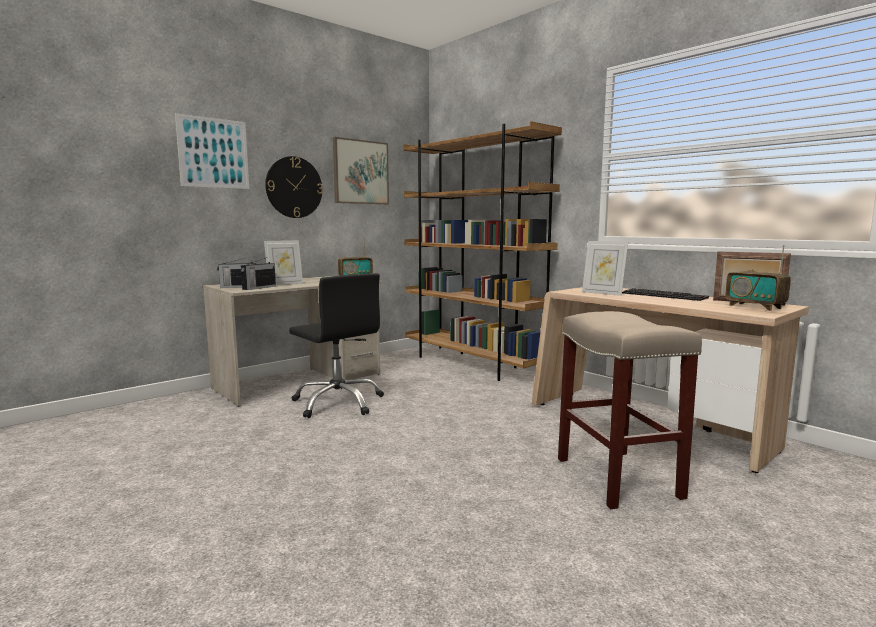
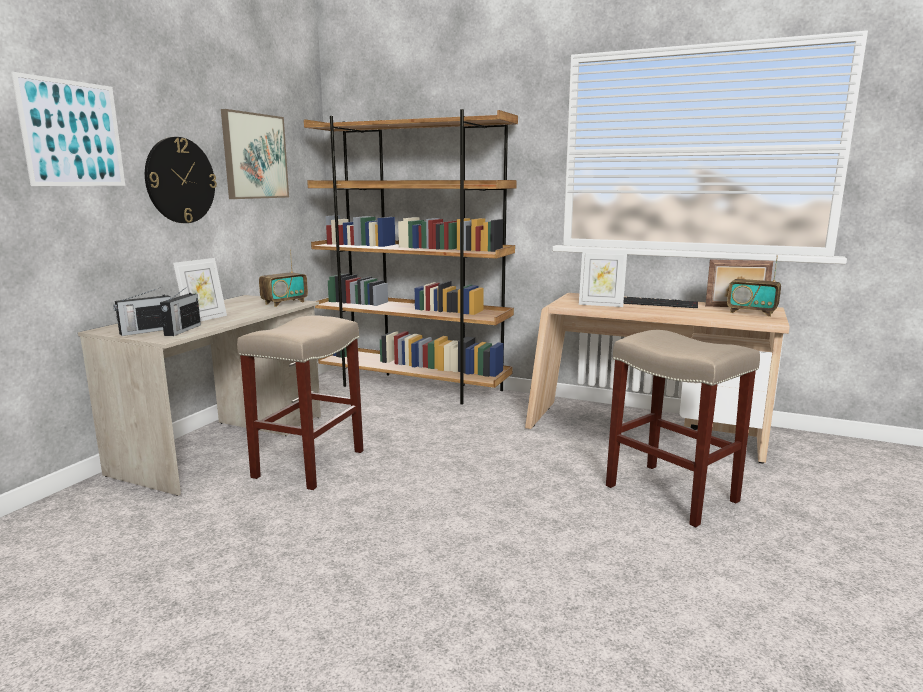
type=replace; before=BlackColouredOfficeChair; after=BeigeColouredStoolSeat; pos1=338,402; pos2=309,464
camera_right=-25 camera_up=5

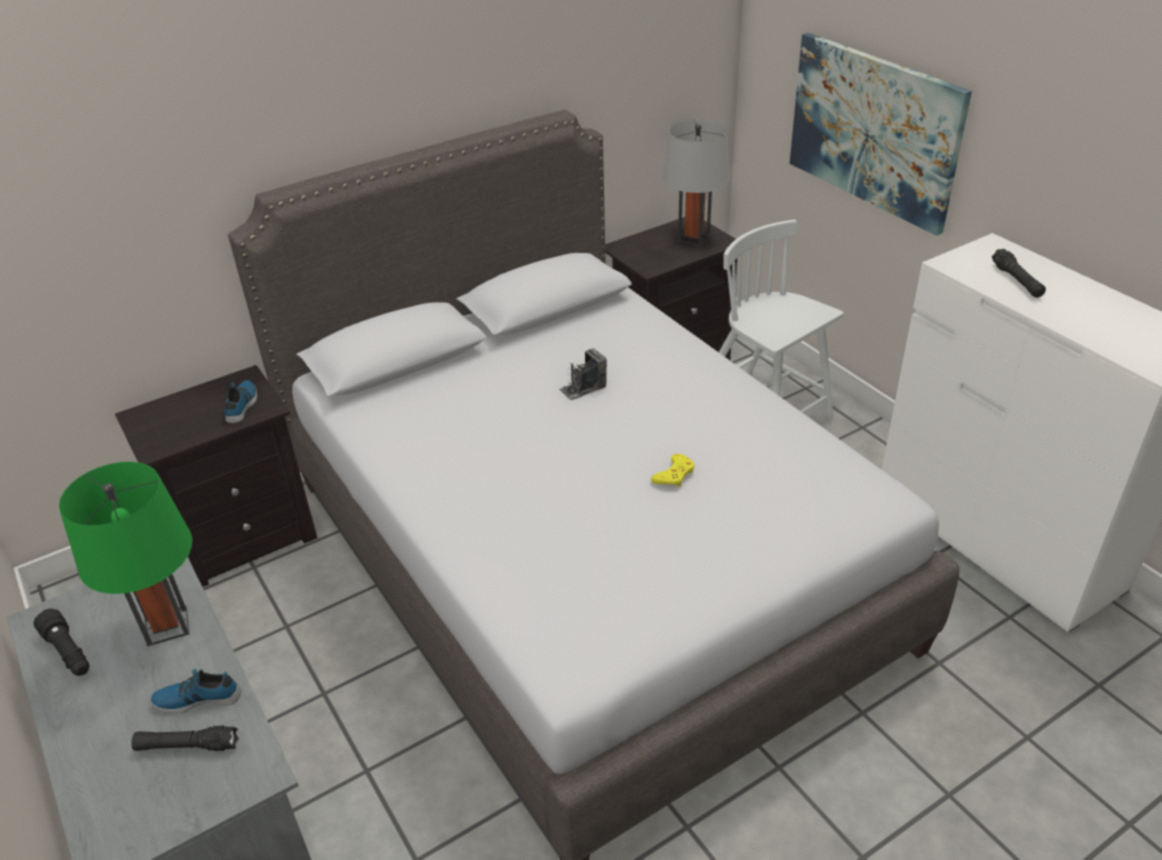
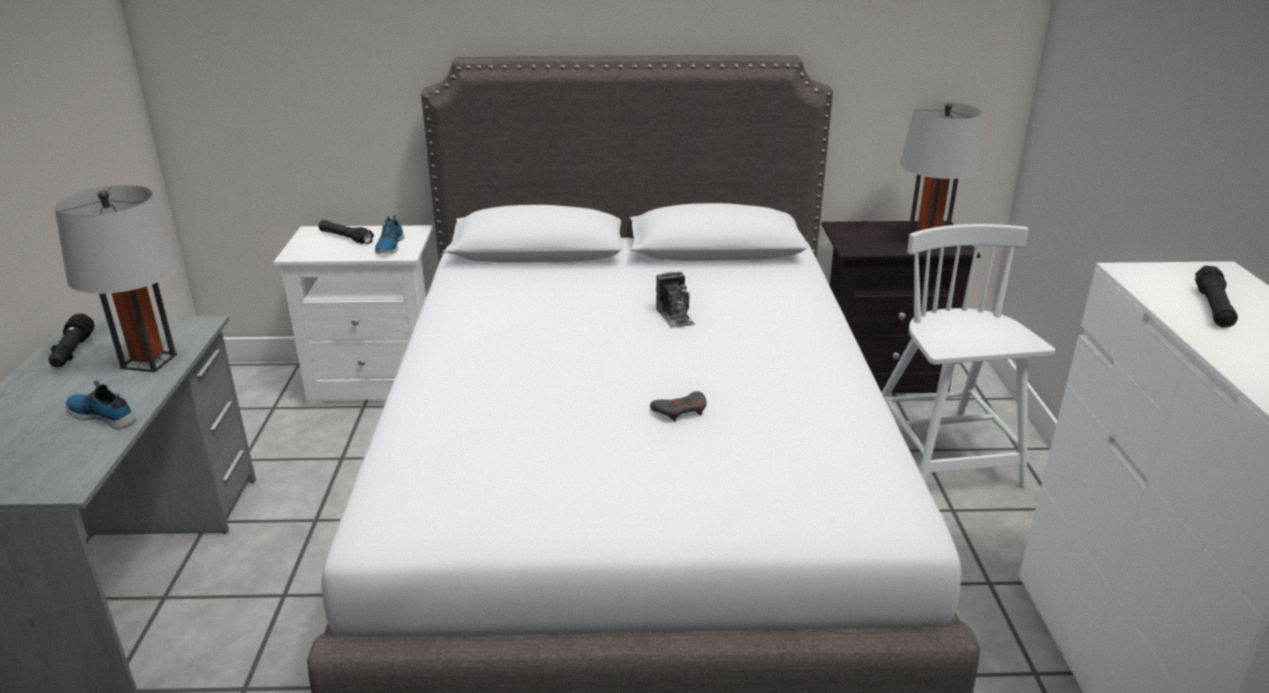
type=delete; before=Picture; pos1=873,130
type=move; before=BlackColouredHandTorch; pos1=187,746; pos2=346,238
type=recolor; before=GreenishTabletopLamp; after=GreyTabletopLamp; pos1=167,626; pos2=148,361
type=recolor; before=BlackColouredBedsideTable; after=WhiteBedsideTable; pos1=244,538; pos2=378,384
type=recolor; before=YellowColouredJoypad; after=GreyJoypad; pos1=674,475; pos2=681,410
type=rotate; before=Shoe; pos1=242,405; pos2=389,246; turn=150
type=rotate; before=StillCamera; pos1=583,388; pos2=675,316; turn=-105
camera_right=30 camera_up=-10

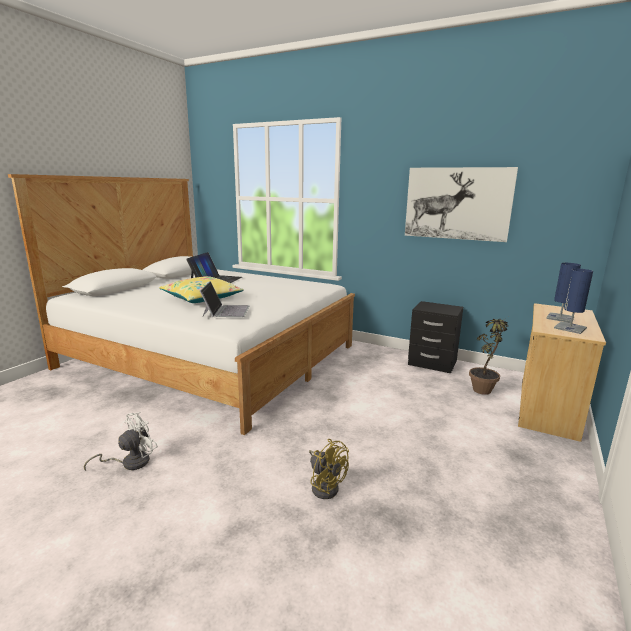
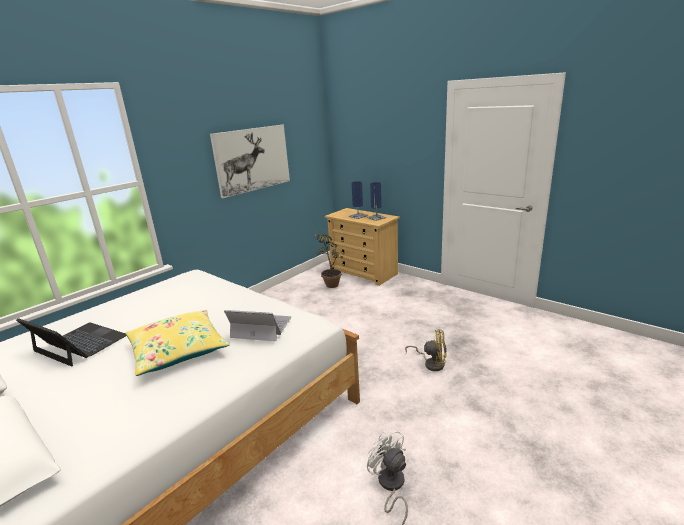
type=delete; before=BlackColouredBedsideTable; pos1=432,363
type=rotate; before=YellowColouredFan; pos1=325,485; pos2=431,363; turn=45
camera_right=-75 camera_up=5

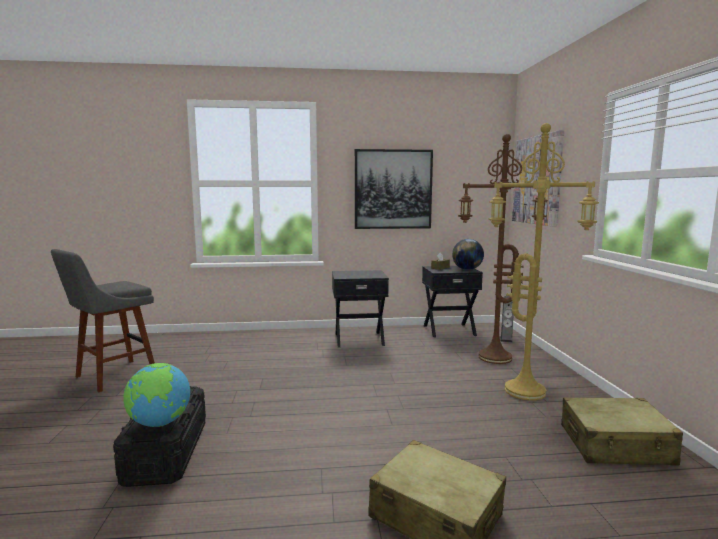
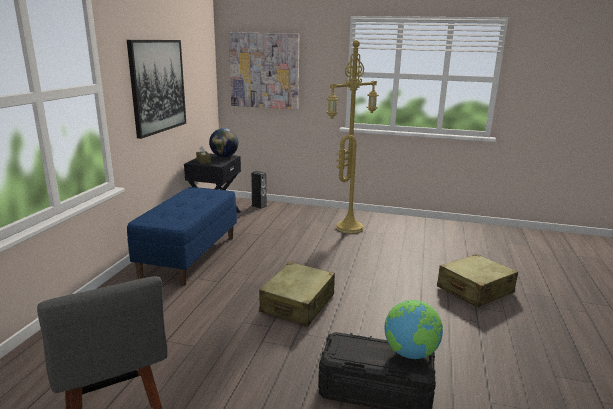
type=delete; before=BrownFloorLamp; pos1=494,358
type=move; before=BeigeColouredPieceOfLuggage; pos1=615,445; pos2=298,303
type=replace; before=BlackColouredBedsideTable; after=BlueLongSeat; pos1=359,339; pos2=189,255
camera_right=-70 camera_up=10

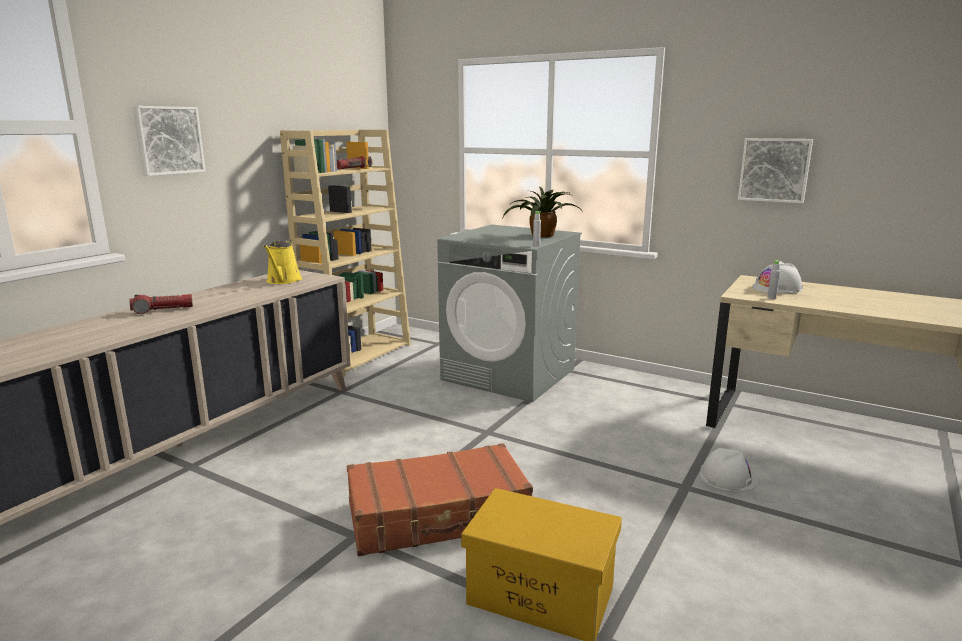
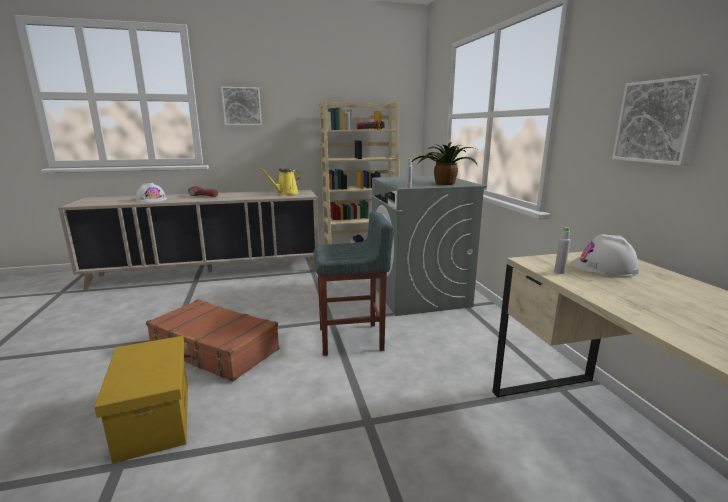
type=insert; after=GreyStoolSeat; pos2=352,339
type=move; before=WhiteHardHat; pos1=728,478; pos2=152,199
camera_right=45 camera_up=0

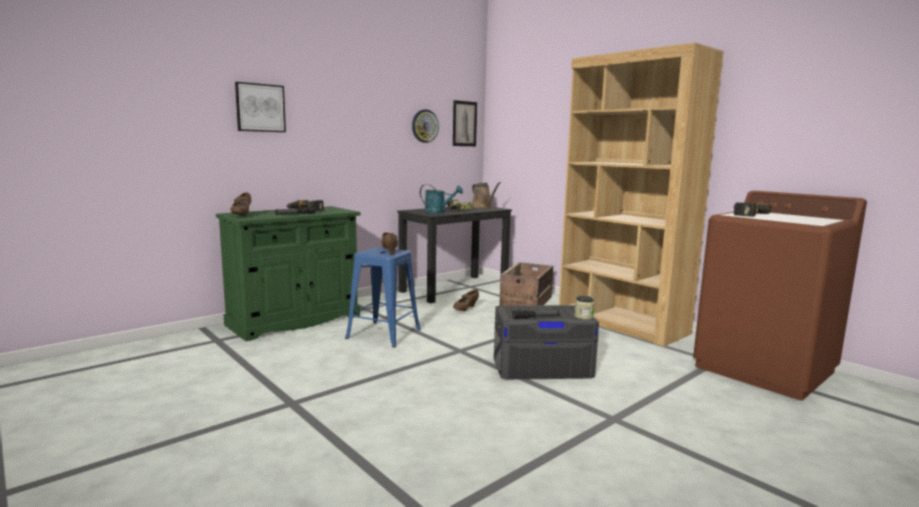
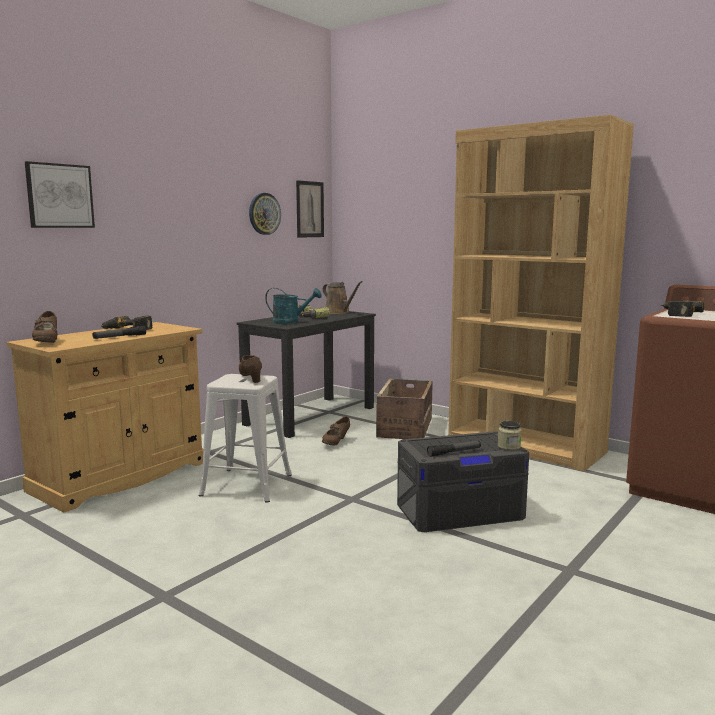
type=recolor; before=GreenishCabinet; after=BeigeColouredCabinet; pos1=294,320; pos2=120,476
type=recolor; before=BlueStoolSeat; after=WhiteStoolSeat; pos1=383,334; pos2=246,485
camera_right=-10 camera_up=0

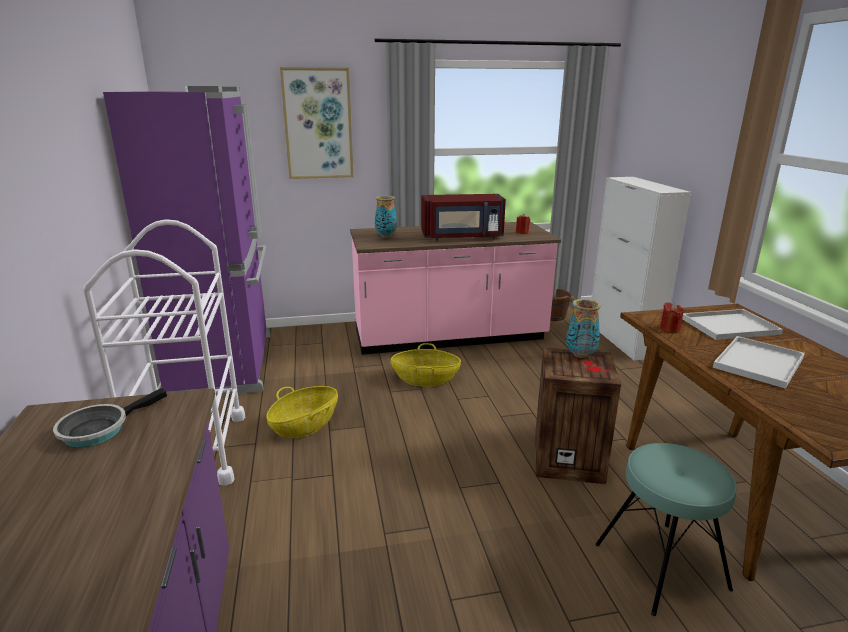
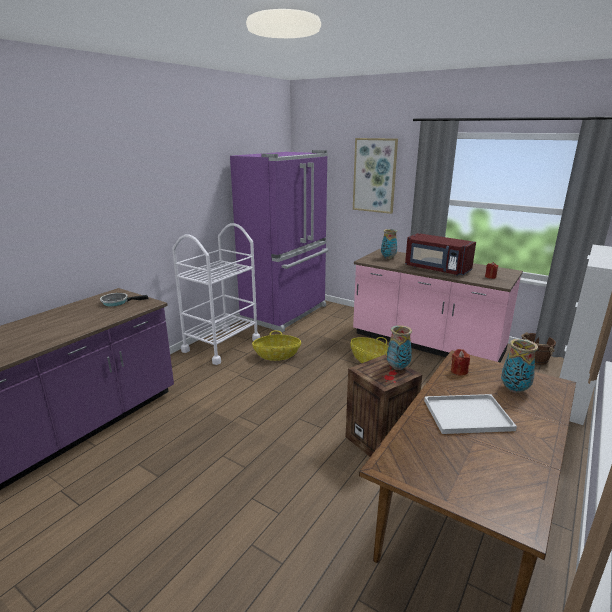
type=delete; before=BlueGreenStoolSeat; pos1=660,566
type=replace; before=WhiteCarryingTray; after=FlowerVase; pos1=728,326; pos2=514,389
camera_right=45 camera_up=0

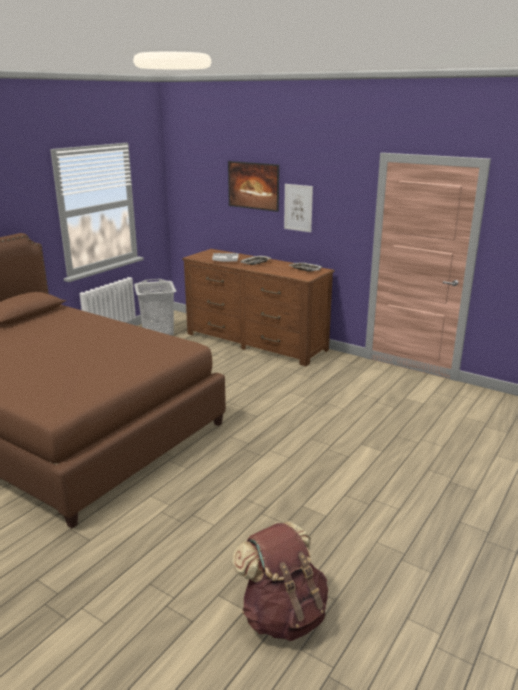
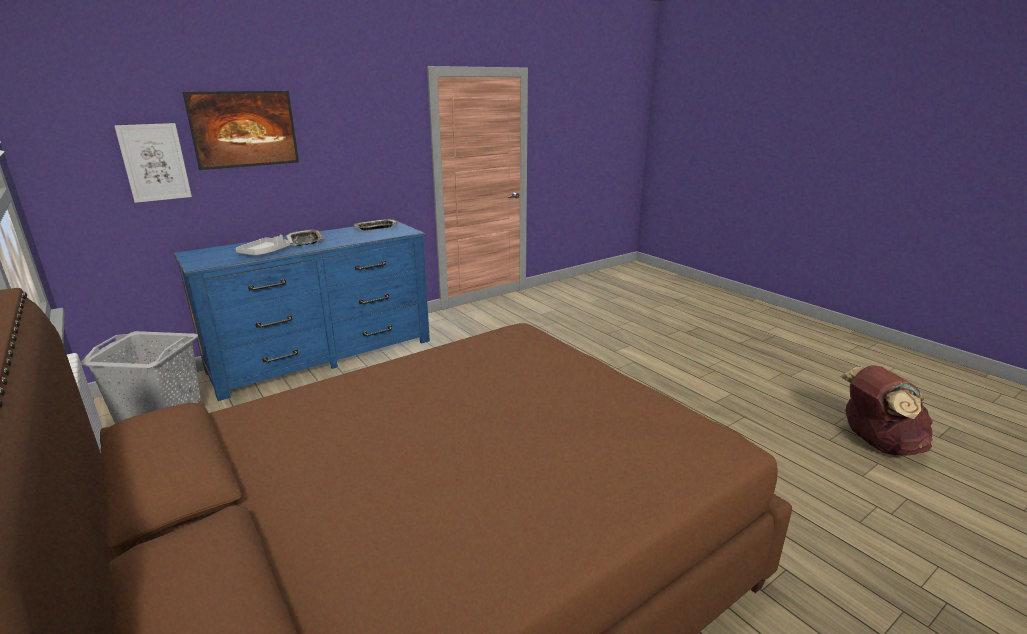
type=move; before=Picture; pos1=298,208; pos2=154,162
type=recolor; before=BrownDrawerChest; after=BlueDrawerChest; pos1=255,342; pos2=323,355
camera_right=-70 camera_up=0

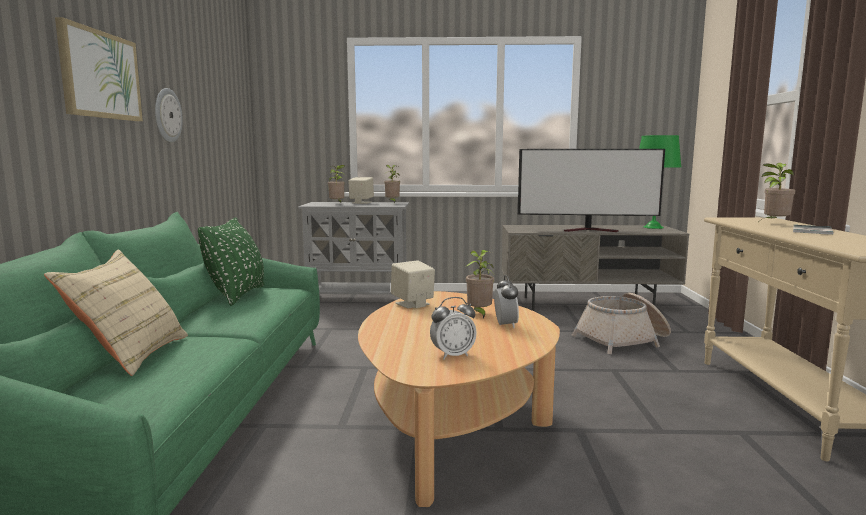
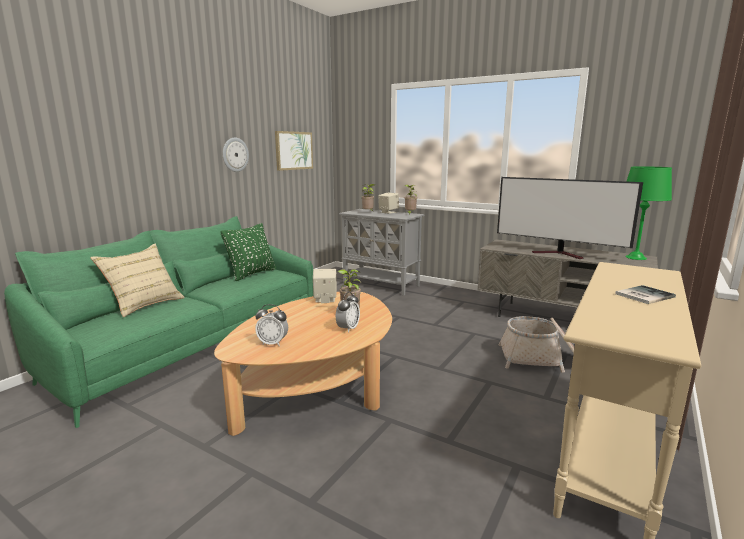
type=delete; before=PottedPlant; pos1=774,224
type=move; before=Picture; pos1=100,75; pos2=293,150
camera_right=30 camera_up=5

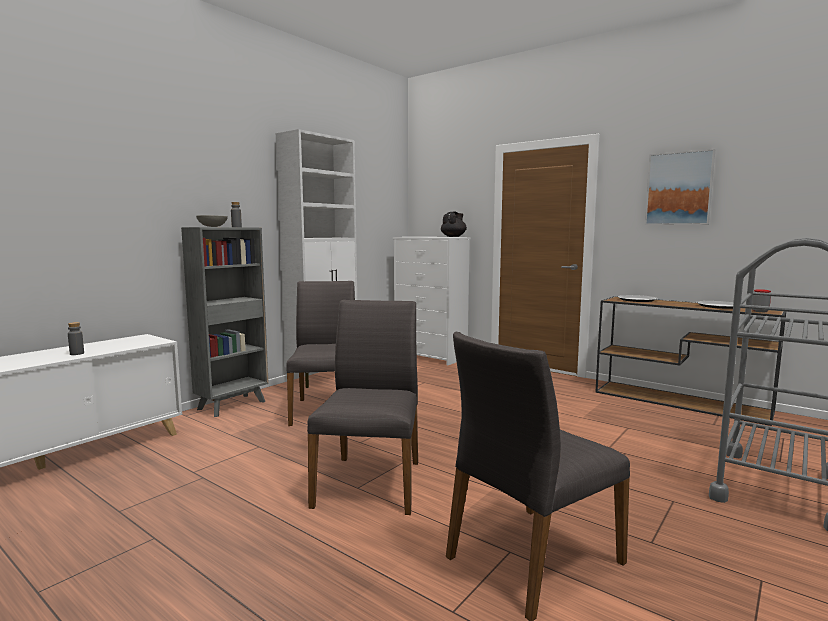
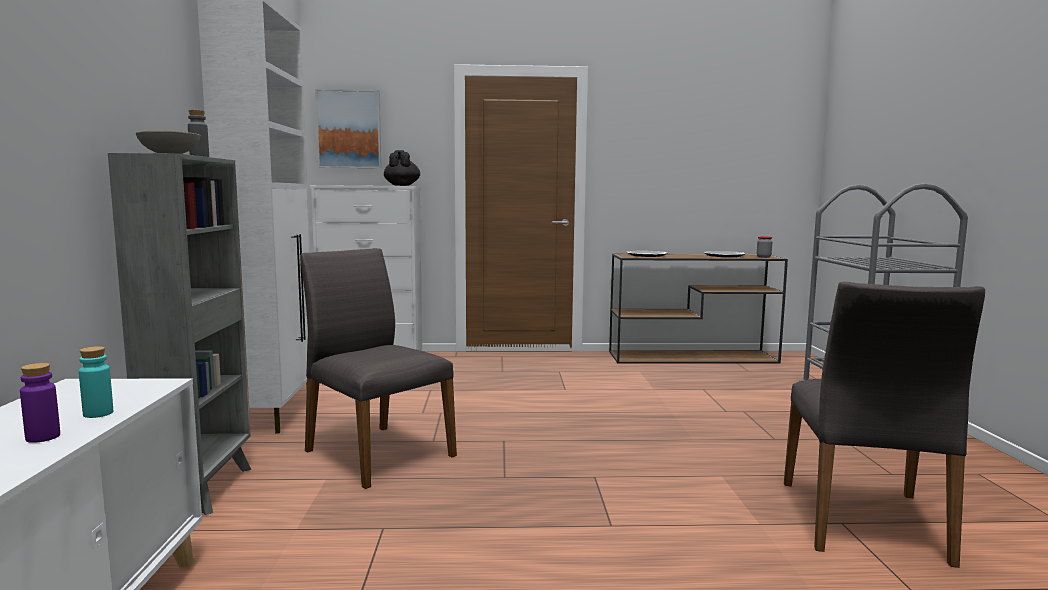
type=delete; before=GreyUprightChair; pos1=371,482
type=insert; after=BlueGreenDrinkBottle; pos2=98,413
type=move; before=Picture; pos1=679,188; pos2=349,129
type=recolor; before=GreyDrinkBottle; after=PurpleColouredDrinkBottle; pos1=77,353; pos2=43,437
camera_right=-40 camera_up=0

